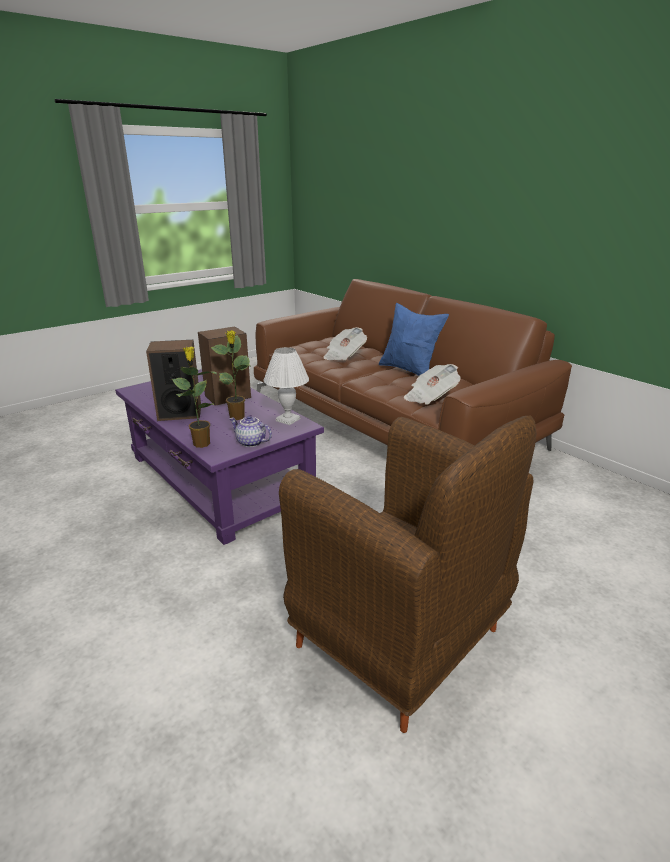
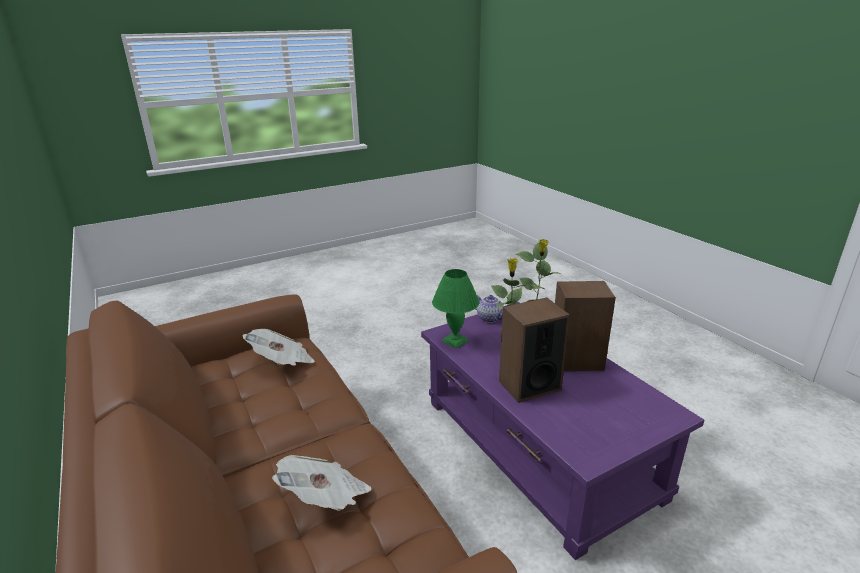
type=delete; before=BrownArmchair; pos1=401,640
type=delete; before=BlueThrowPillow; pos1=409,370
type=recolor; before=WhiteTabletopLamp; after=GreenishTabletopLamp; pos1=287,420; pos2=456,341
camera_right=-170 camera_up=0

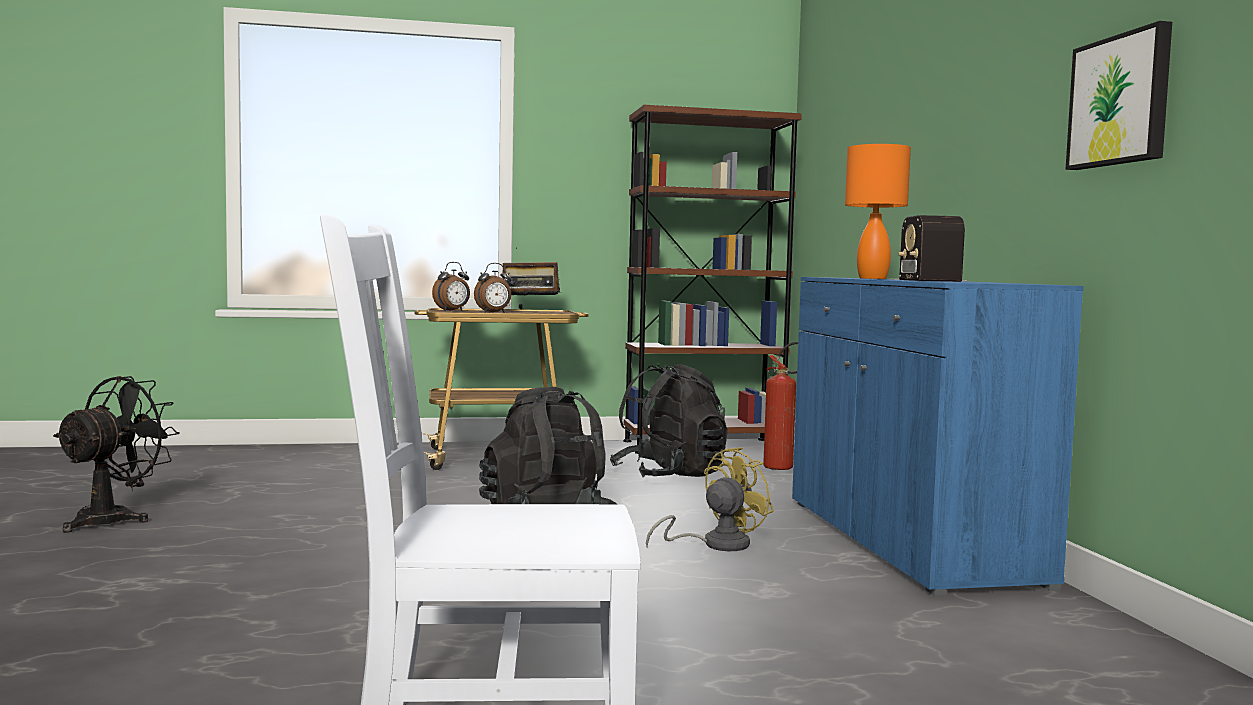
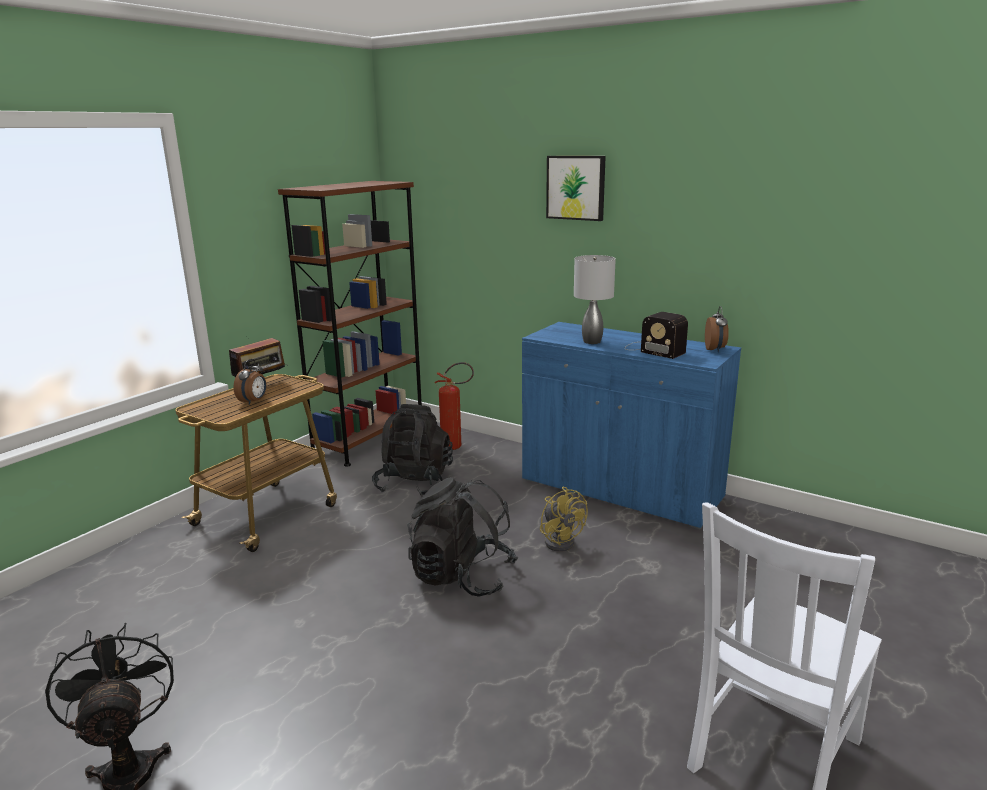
type=move; before=AlarmClock; pos1=452,310; pos2=715,349
type=move; before=Picture; pos1=1121,101; pos2=576,187
type=recolor; before=OrangeTabletopLamp; after=GreyTabletopLamp; pos1=873,278; pos2=591,341
type=rotate; before=YellowColouredFan; pos1=715,544; pos2=561,540; turn=150
camera_right=-45 camera_up=15

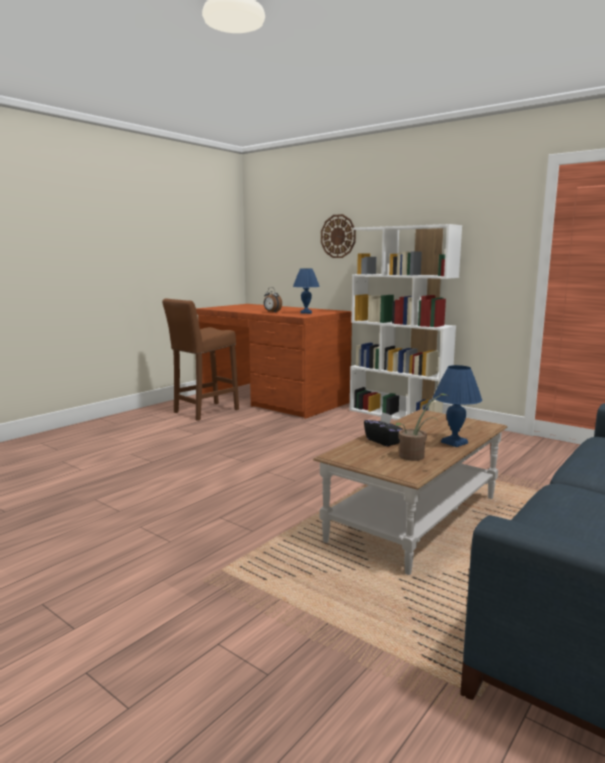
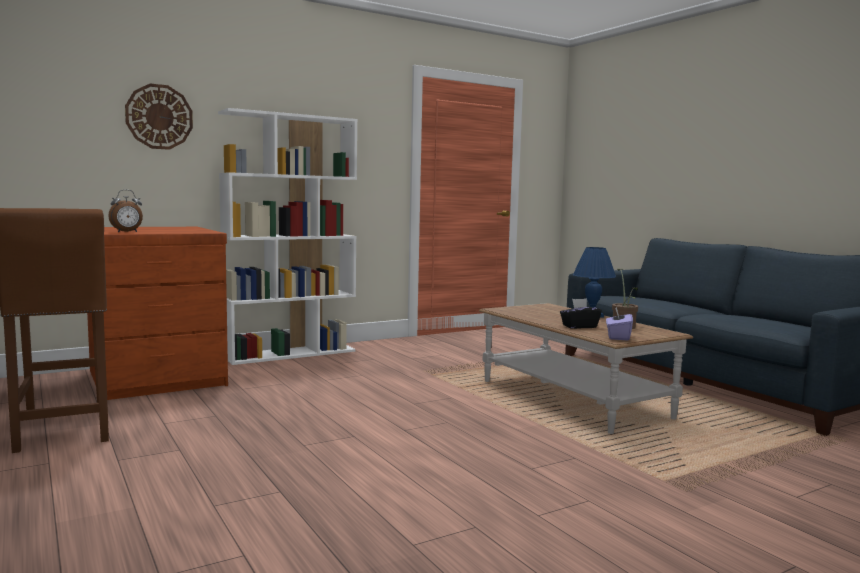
type=delete; before=BlueTabletopLamp; pos1=306,313
type=insert; after=PurpleColouredTissueBox; pos2=618,337
camera_right=-70 camera_up=-5

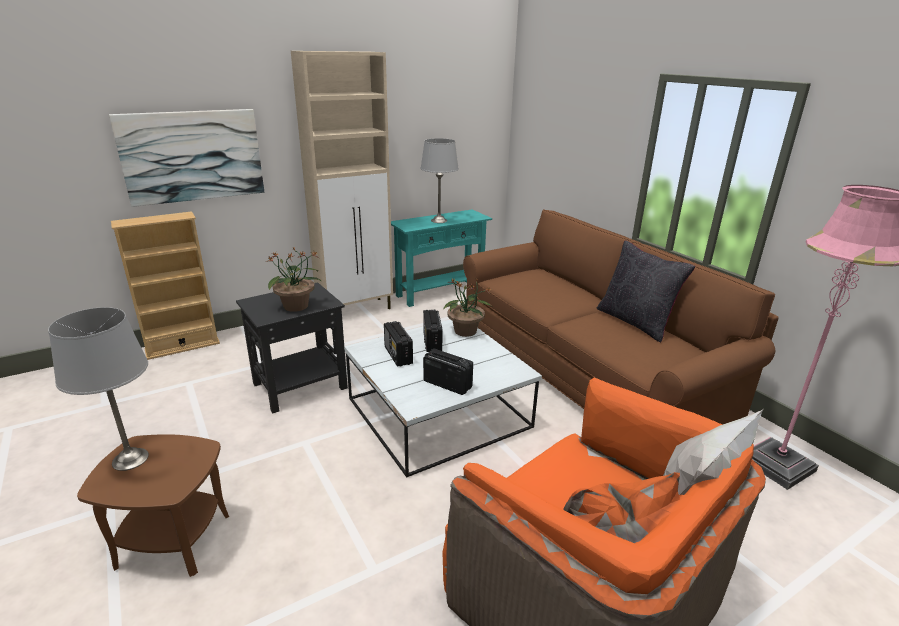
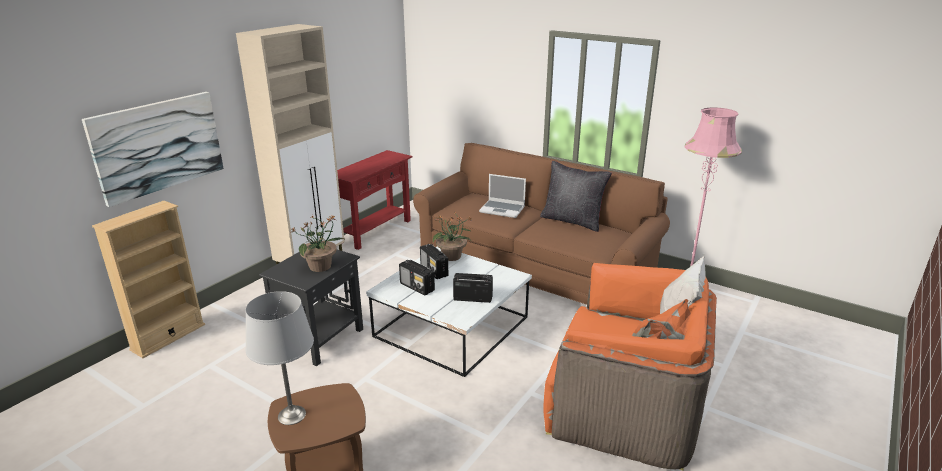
type=delete; before=GreyTabletopLamp; pos1=439,221
type=insert; after=Laptop; pos2=503,209
type=recolor; before=BlueGreenConsoleTable; after=RedConsoleTable; pos1=440,292; pos2=375,231
camera_right=-25 camera_up=0

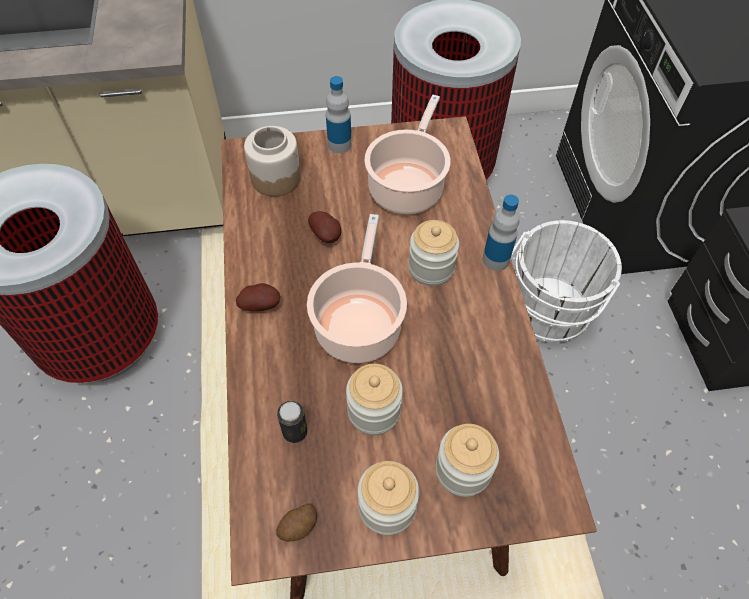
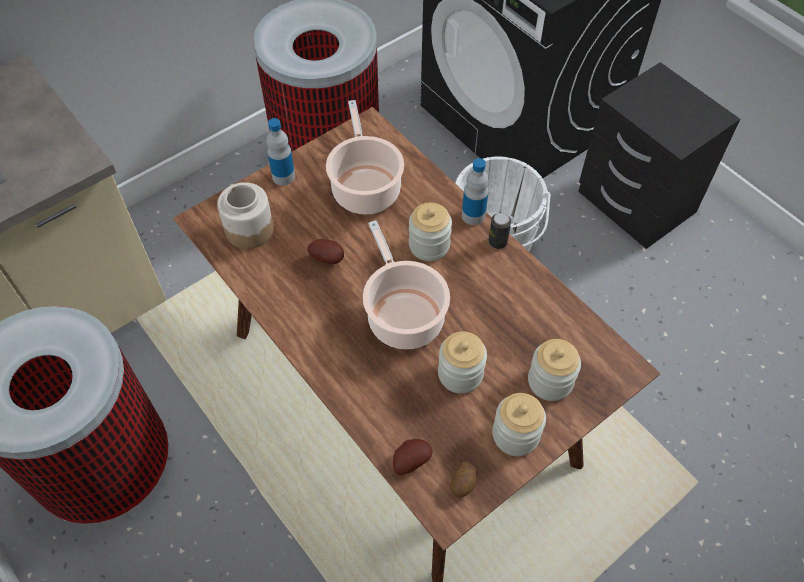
type=move; before=WholePotato; pos1=261,304; pos2=410,460
type=move; before=MetalCan; pos1=295,431; pos2=497,242
camera_right=-30 camera_up=0

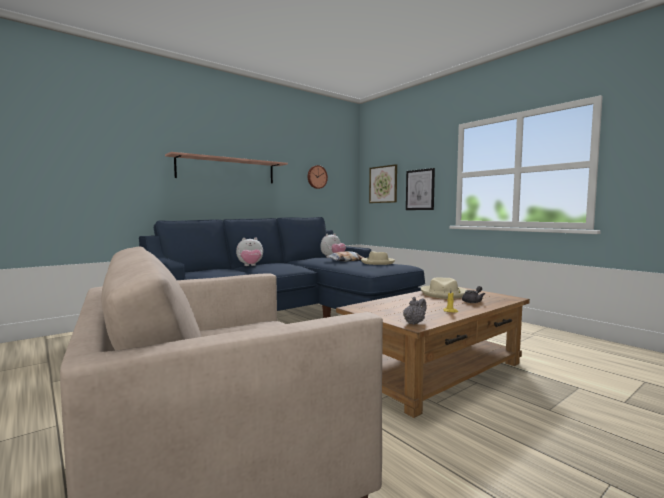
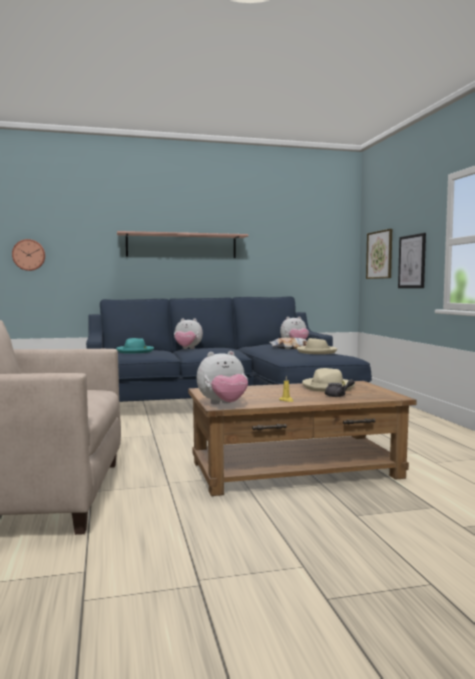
type=insert; after=BlueGreenHat; pos2=135,351
type=move; before=HangingClock; pos1=316,177; pos2=29,255
type=replace; before=GreyPotForTea; after=PlushToy; pos1=414,323; pos2=223,404
camera_right=25 camera_up=0

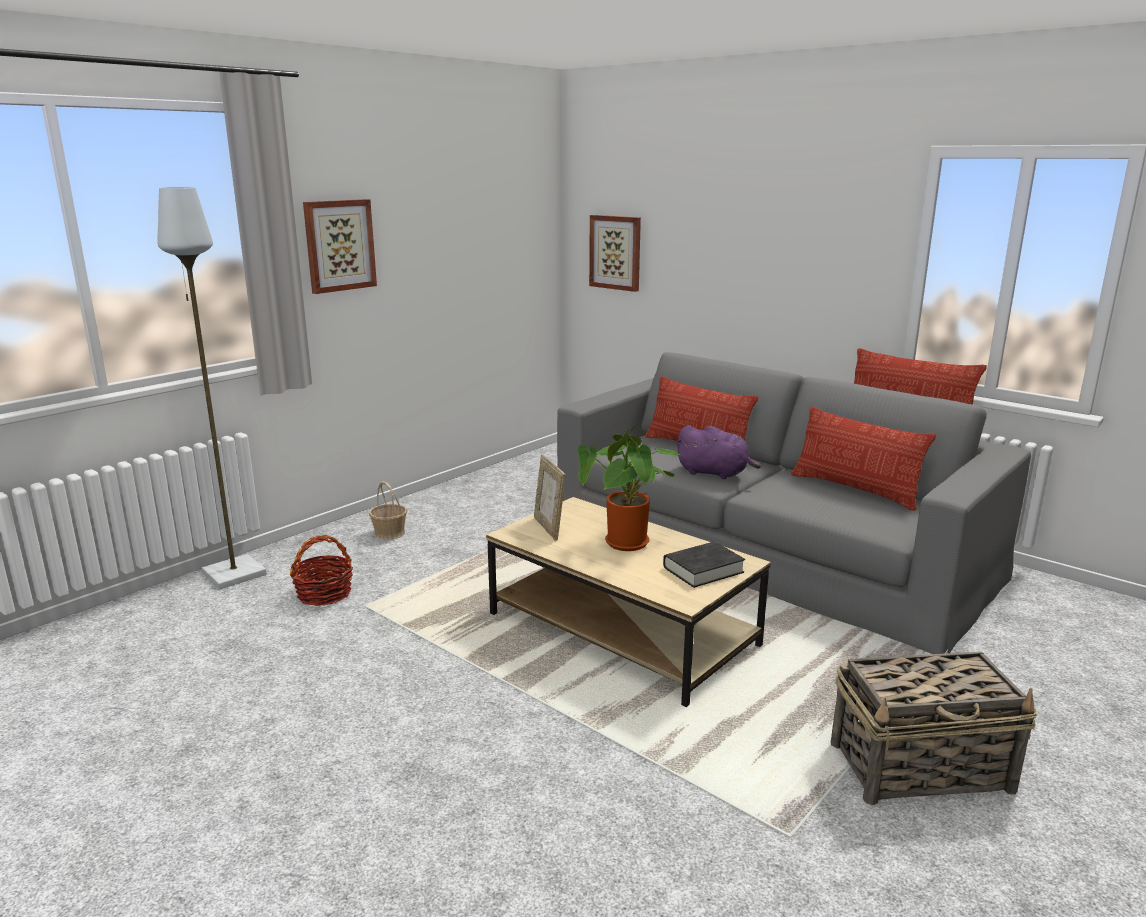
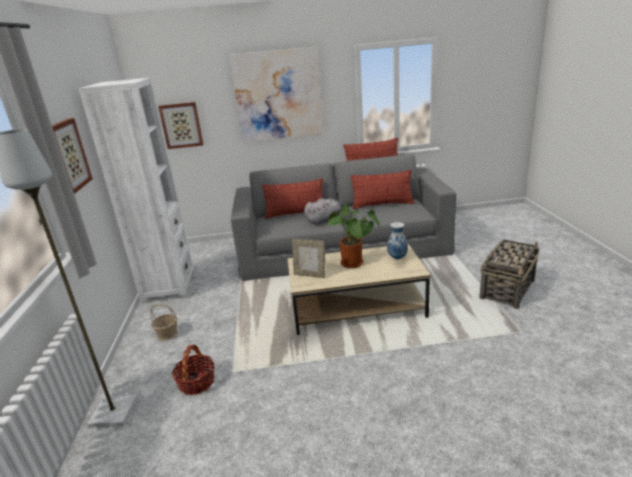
type=insert; after=WhiteBookshelf; pos2=169,287
type=insert; after=Picture; pos2=278,95
type=replace; before=BlackColouredBook; after=FlowerVase; pos1=703,570; pos2=397,258
type=recolor; before=PurpleColouredPlushToy; after=GreyPlushToy; pos1=715,473; pos2=325,221
camera_right=-45 camera_up=5

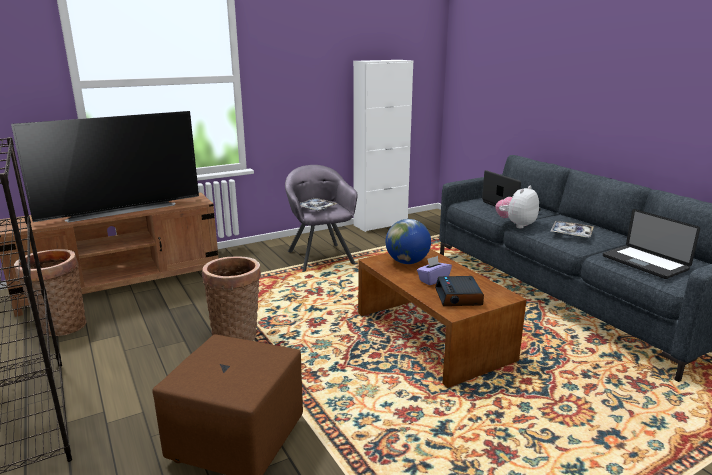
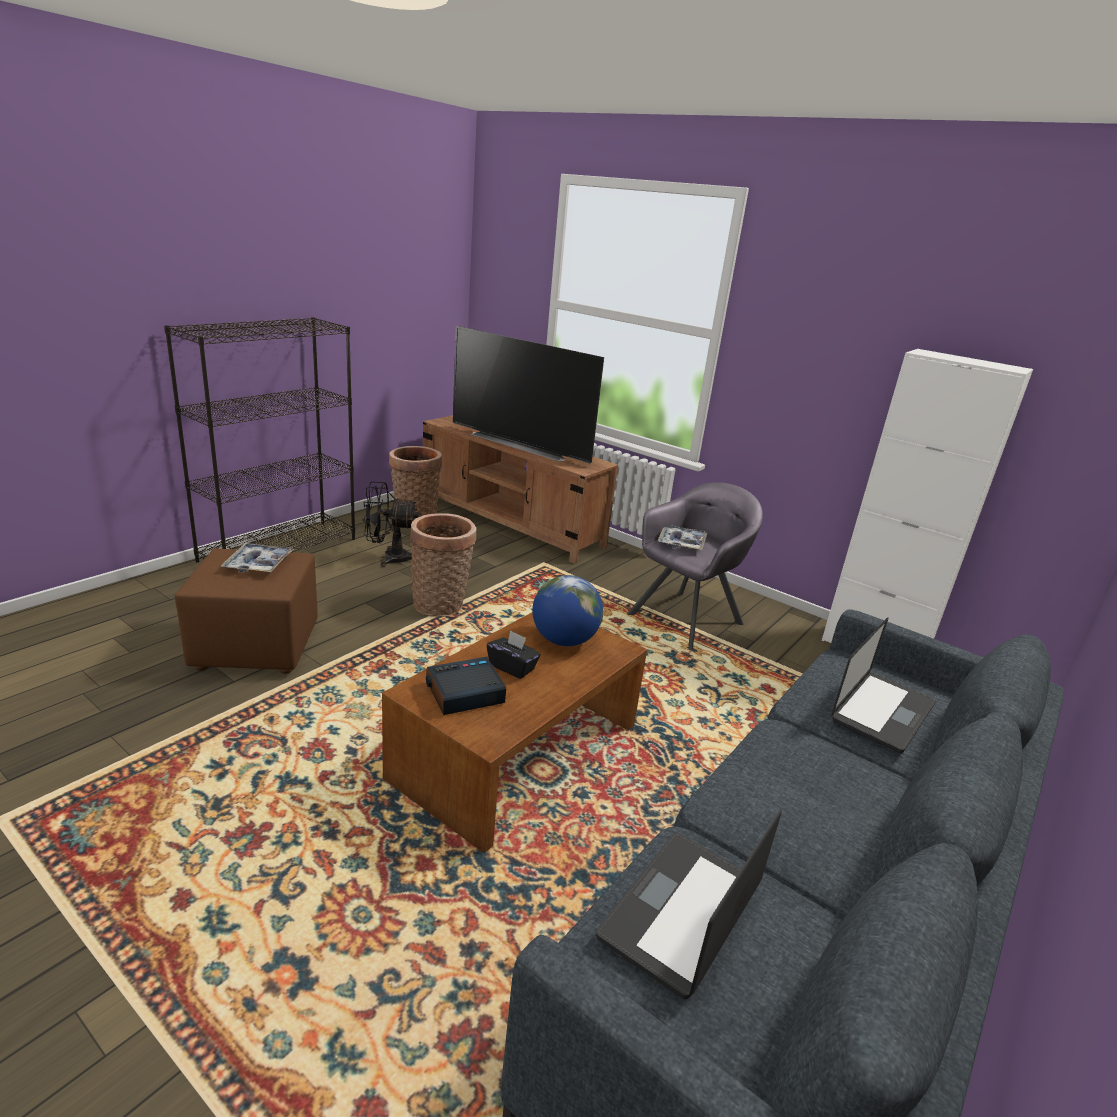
type=delete; before=PlushToy; pos1=516,225
type=insert; after=BlackColouredFan; pos2=389,558
type=move; before=CarryingTray; pos1=571,234; pos2=258,564
type=recolor; before=PurpleColouredTissueBox; after=BlackColouredTissueBox; pos1=433,280; pos2=512,667
camera_right=65 camera_up=5

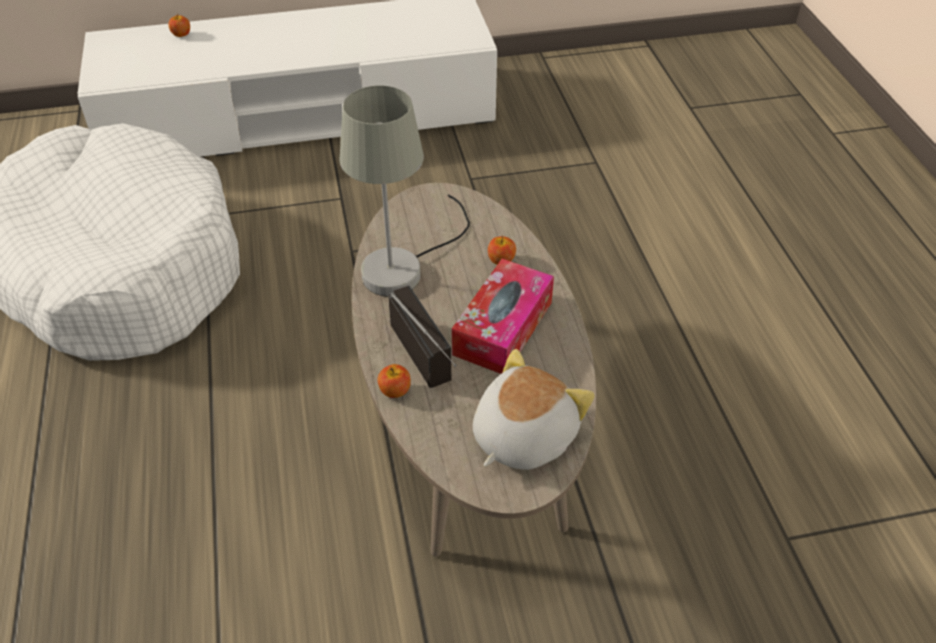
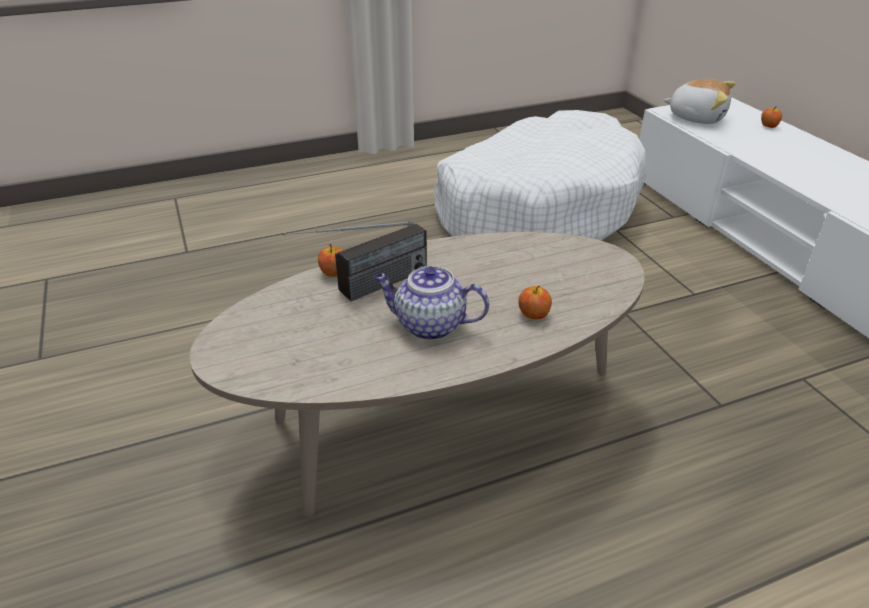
type=delete; before=GreyTabletopLamp; pos1=404,265
type=move; before=PlushToy; pos1=521,436; pos2=696,117
type=replace; before=TissueBox; after=PotForTea; pos1=503,328; pos2=429,325
camera_right=80 camera_up=-10

